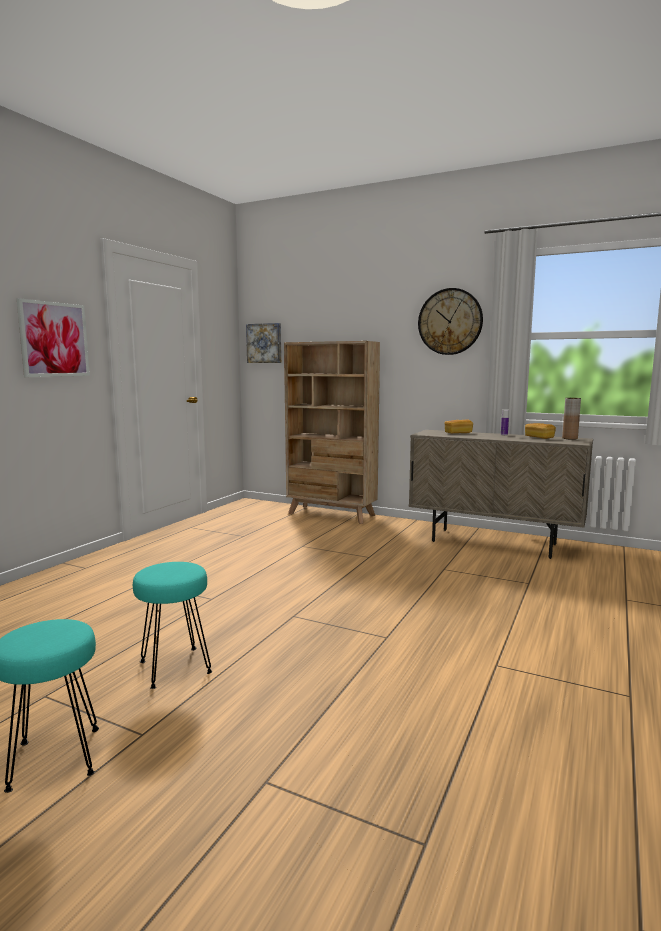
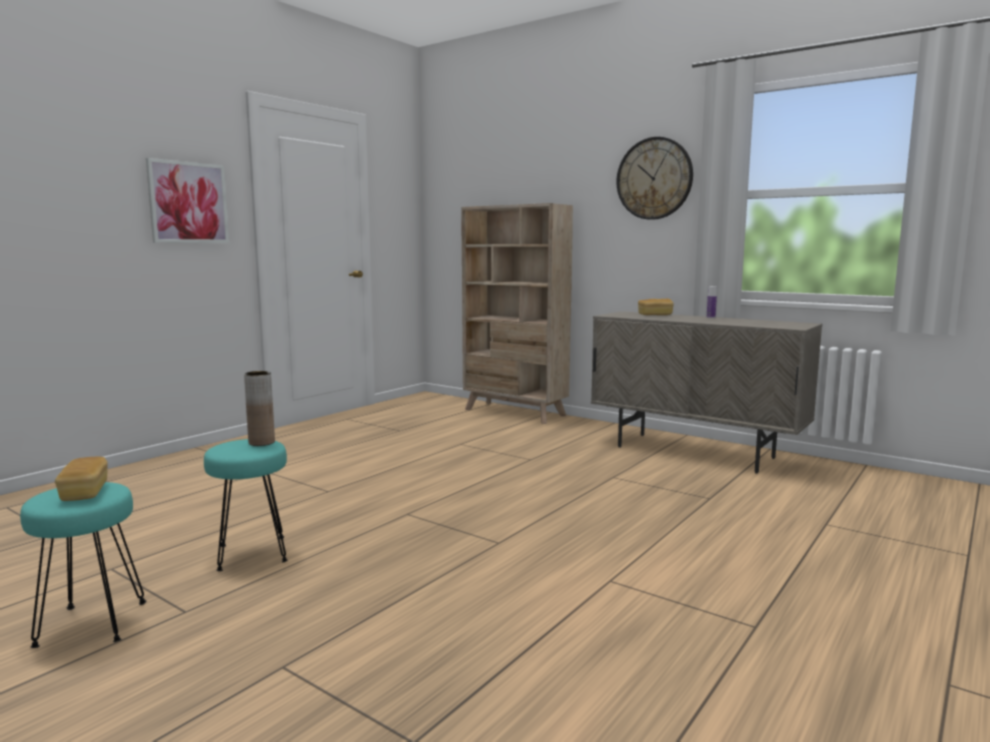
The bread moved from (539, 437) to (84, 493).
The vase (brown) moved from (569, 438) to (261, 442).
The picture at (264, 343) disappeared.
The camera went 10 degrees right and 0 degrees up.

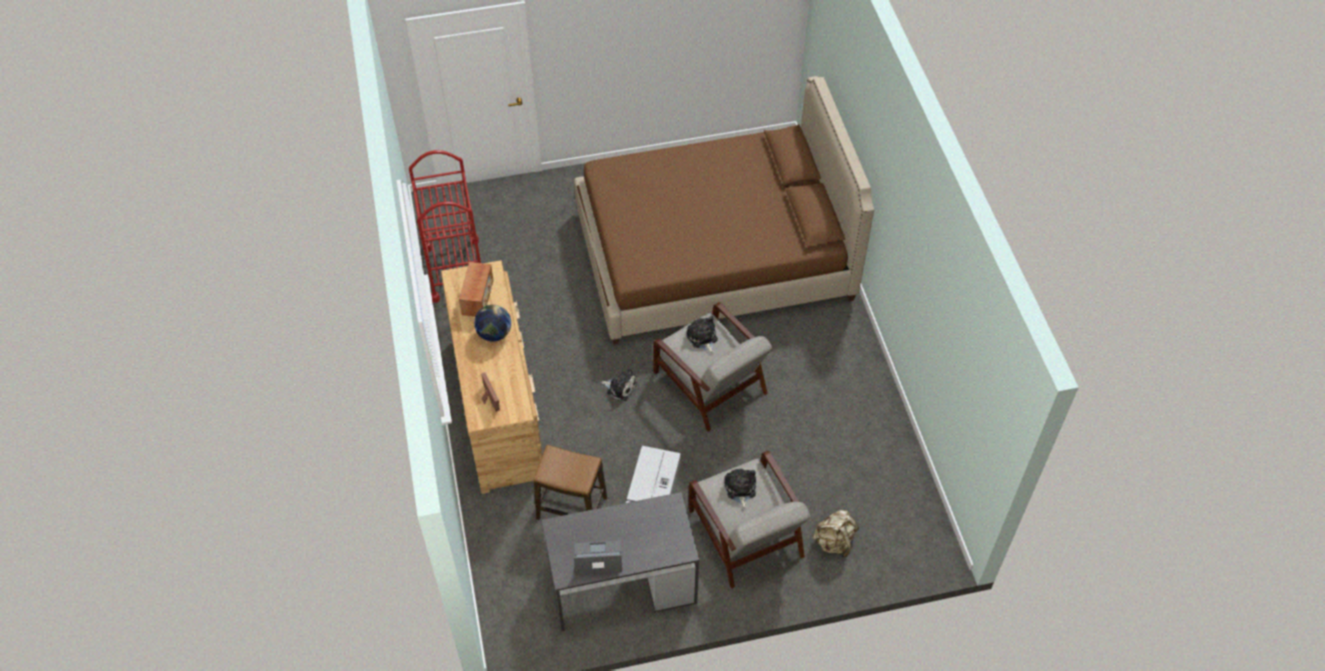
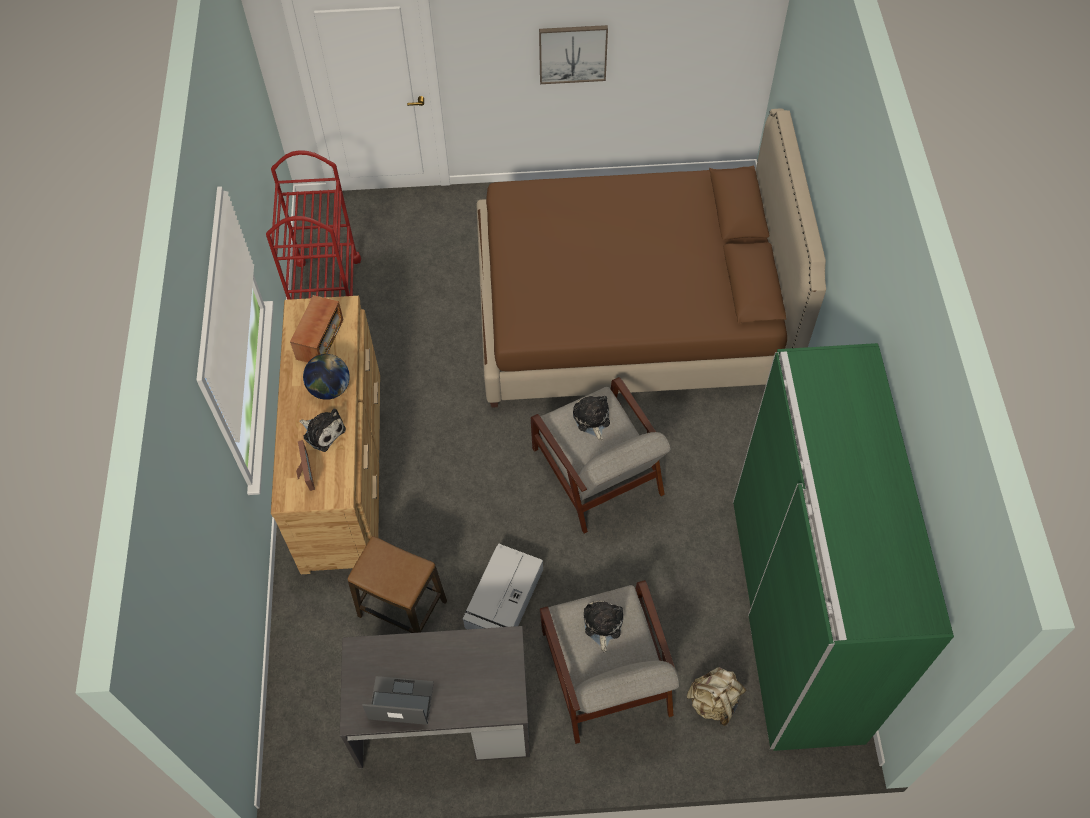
The plush toy moved from (620, 387) to (323, 432).
The picture at (572, 53) appeared.
The wardrobe (green) at (795, 617) appeared.
The camera went 10 degrees right and 5 degrees up.

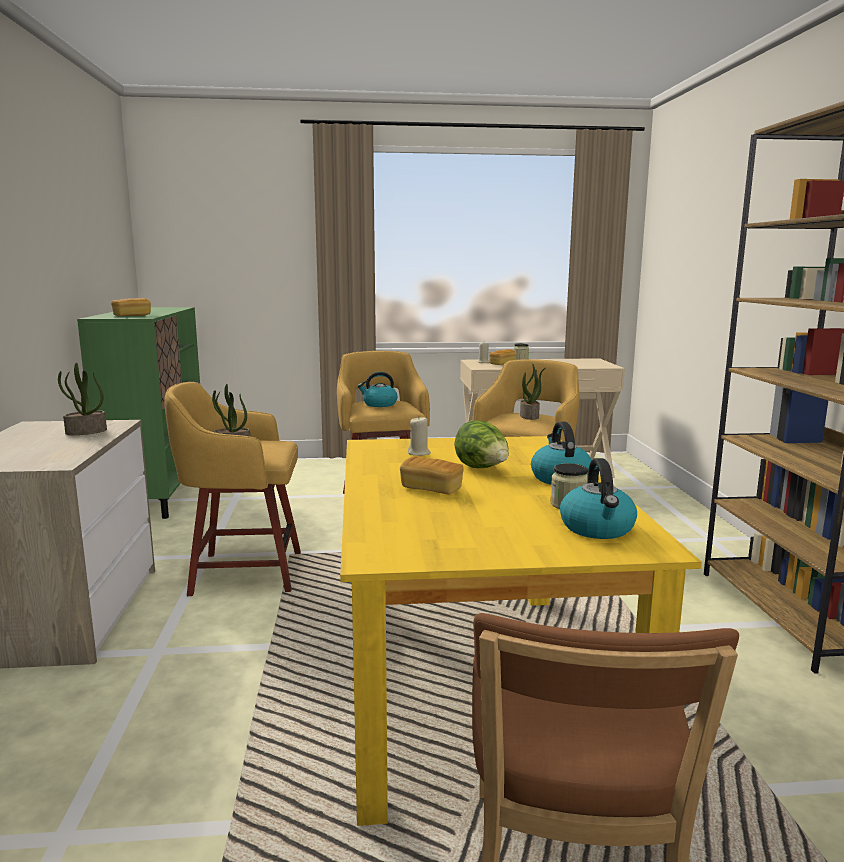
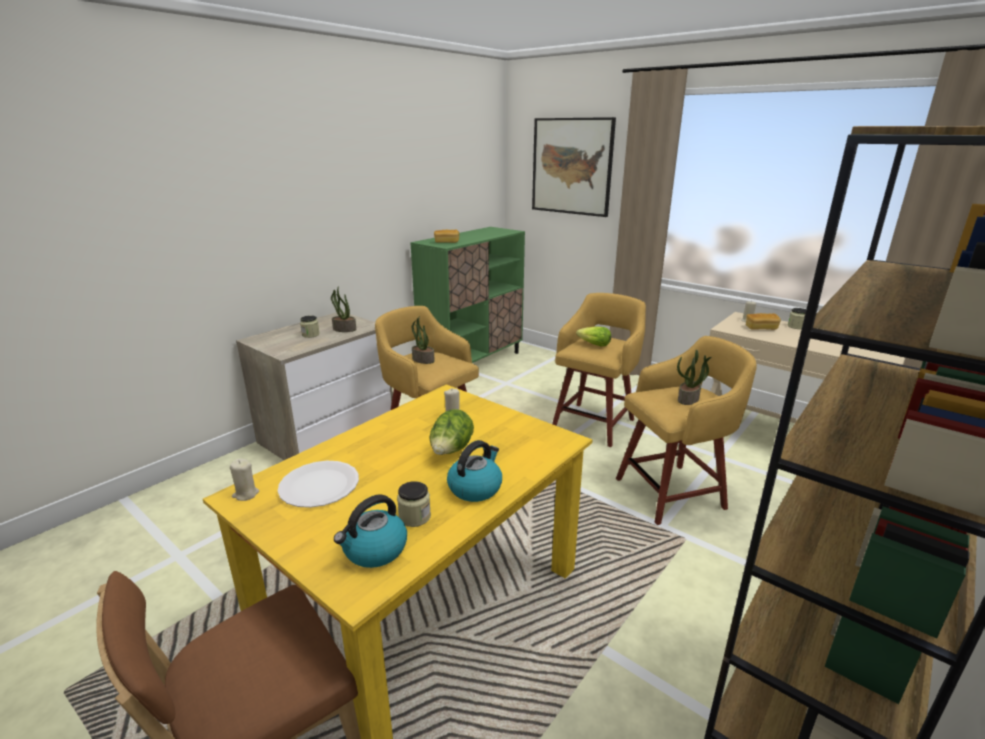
The candle (beige) at (245, 494) appeared.
The plate (white) at (319, 485) appeared.
The jar at (310, 334) appeared.
The picture at (571, 166) appeared.
The kettle at (379, 404) was replaced by the lettuce at (594, 345).
The bread at (431, 489) disappeared.
The camera went 45 degrees right and 10 degrees up.

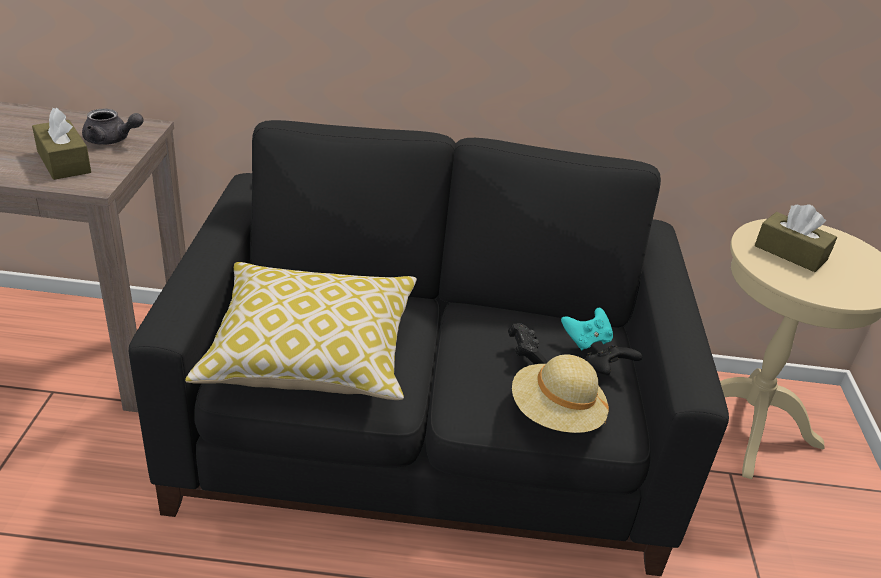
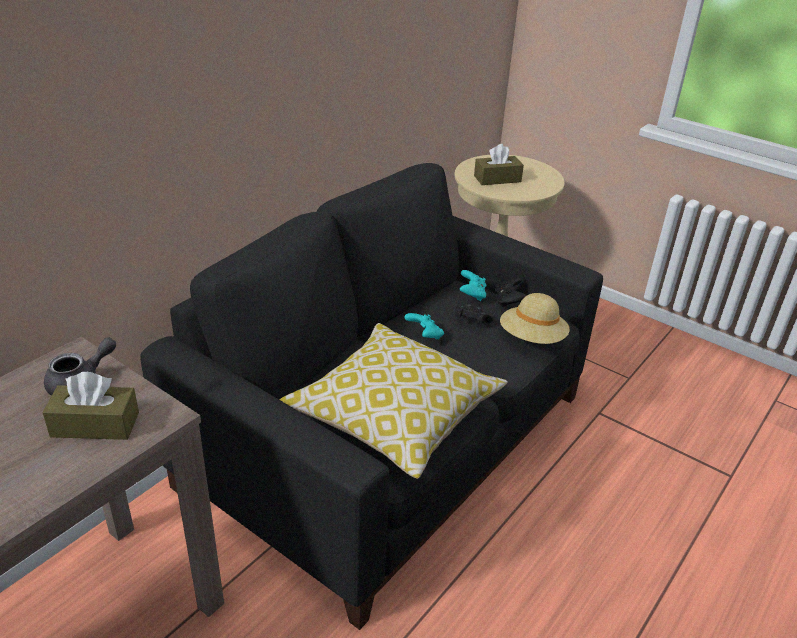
The game controller (turquoise) at (424, 335) appeared.
The camera went 55 degrees left and 0 degrees up.

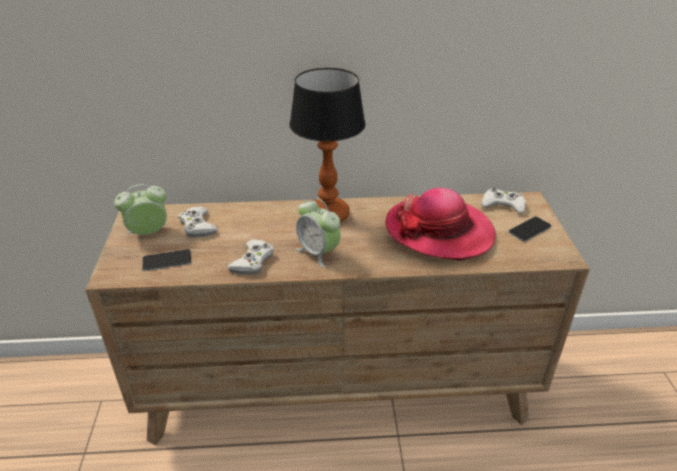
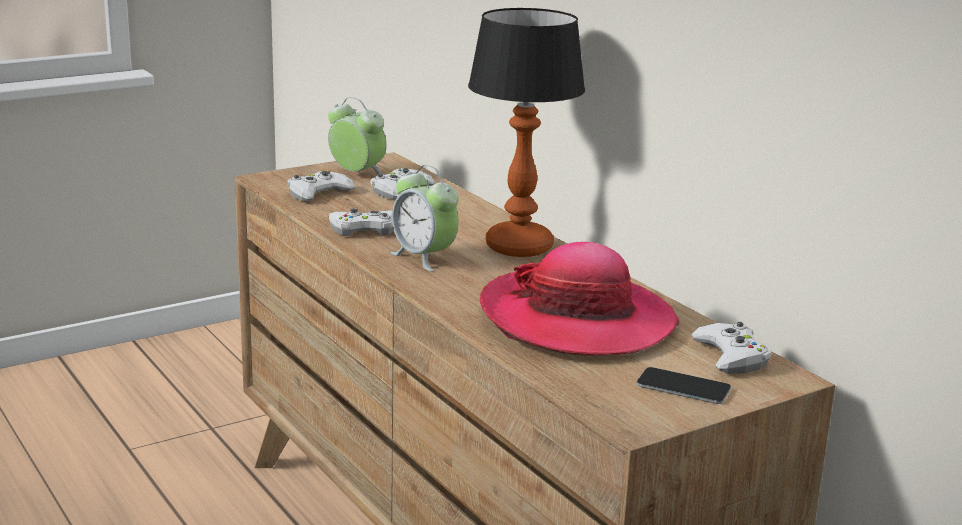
The phone at (167, 260) was replaced by the game controller (white) at (318, 193).
The alarm clock at (318, 253) turned 60 degrees counterclockwise.
The camera went 60 degrees right and 15 degrees down.

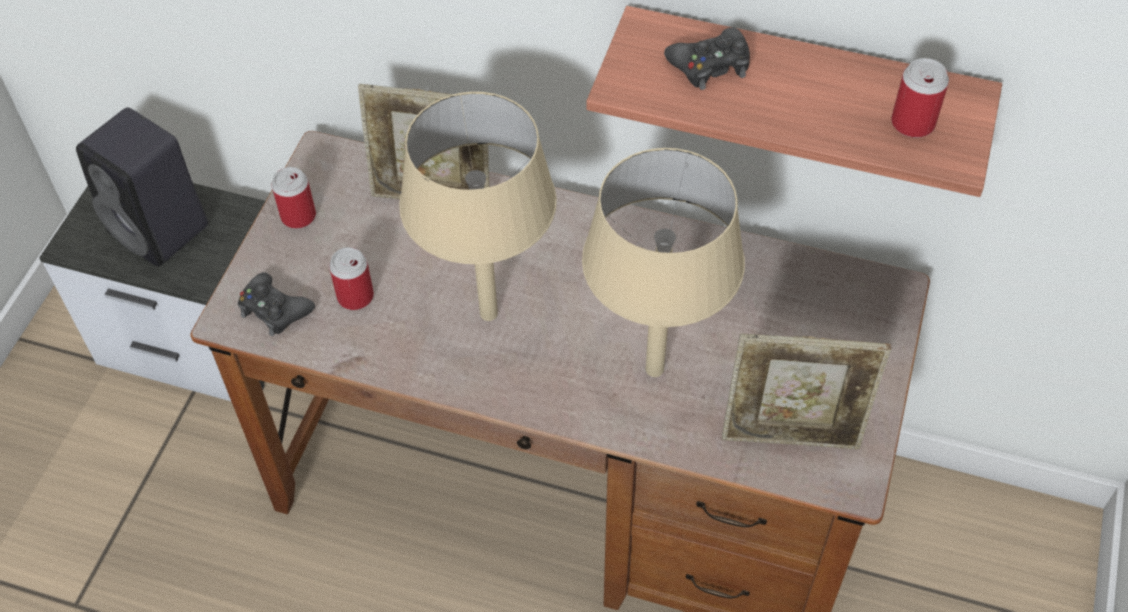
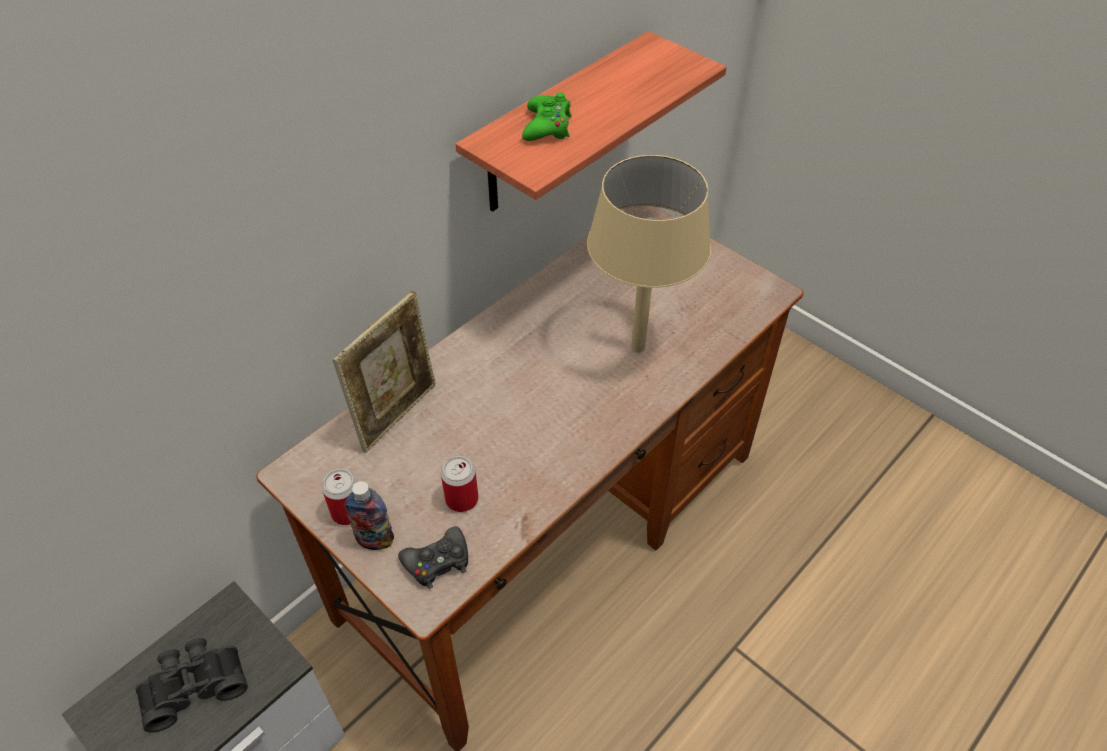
The speaker (black) at (161, 230) was replaced by the binoculars (black) at (194, 684).
The bottle at (375, 540) appeared.
The game controller (black) at (710, 66) became the game controller (green) at (547, 127).
The table lamp (beige) at (488, 314) disappeared.
The picture frame at (791, 437) disappeared.
The can at (912, 123) disappeared.
The camera went 65 degrees left and 5 degrees down.

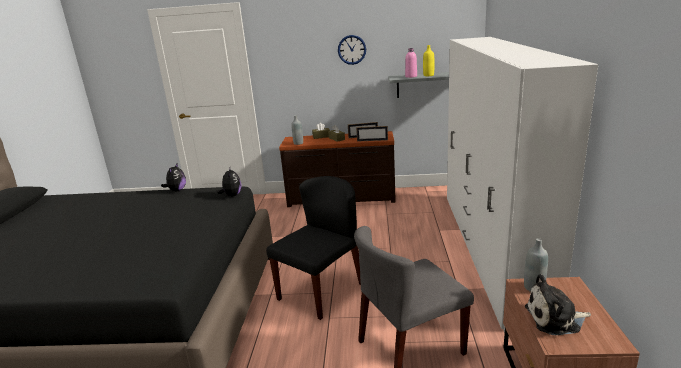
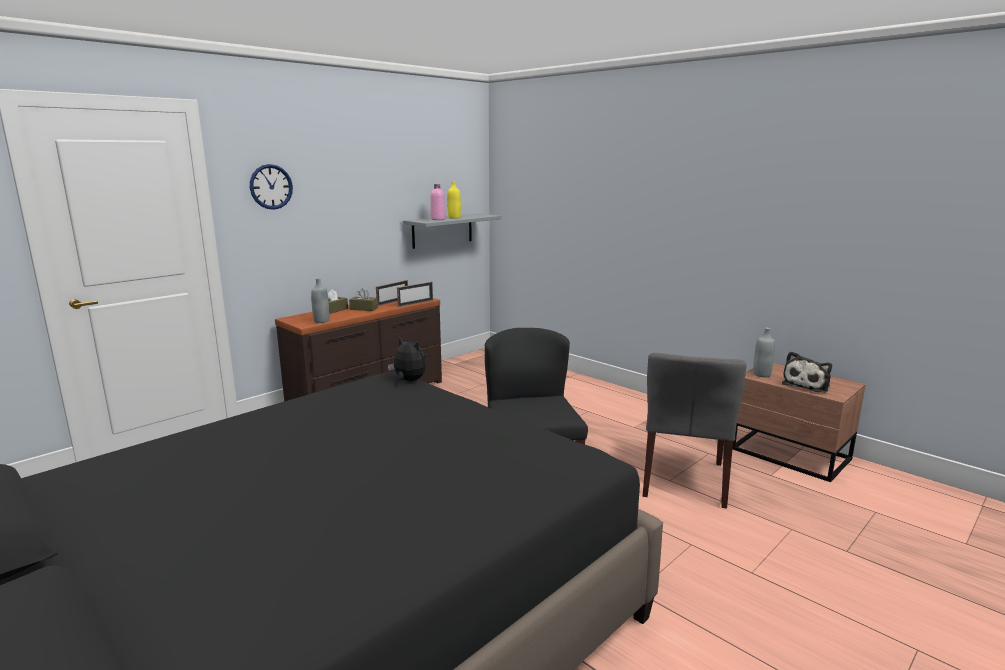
The wall clock moved from (352, 49) to (271, 187).
The plush toy at (177, 190) disappeared.
The wardrobe (white) at (489, 248) disappeared.
The camera went 50 degrees left and 5 degrees down.

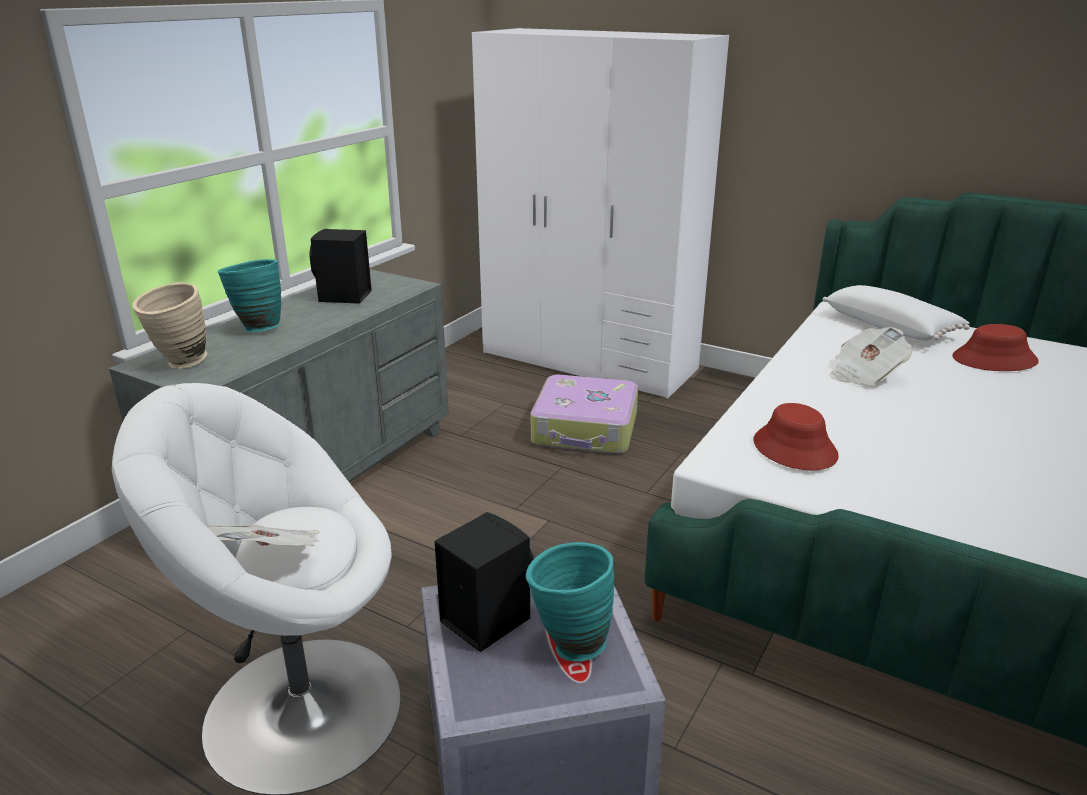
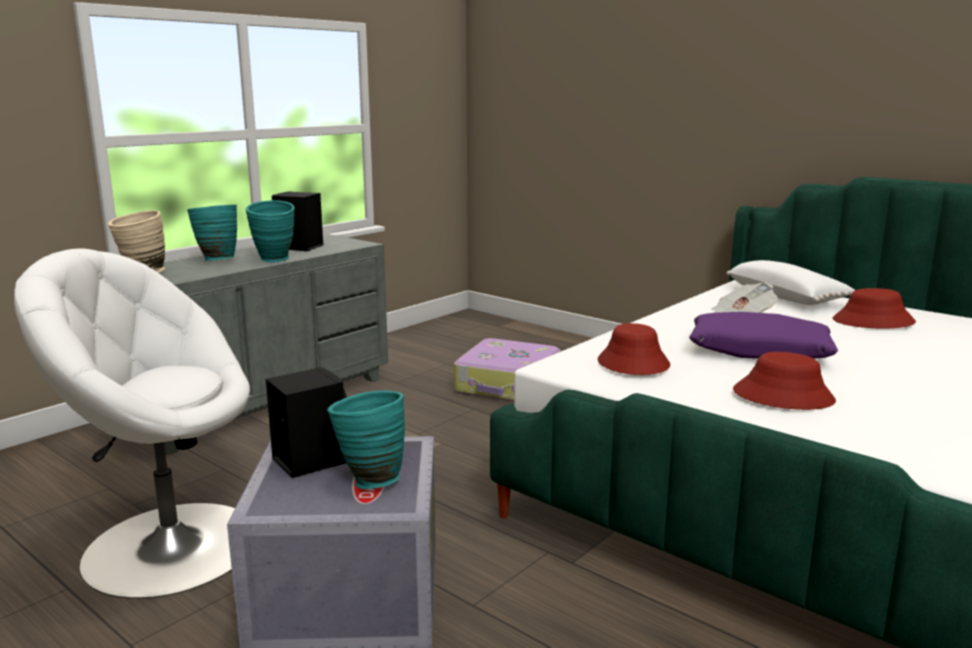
The vase (turquoise) at (275, 261) appeared.
The pillow (purple) at (759, 351) appeared.
The hat (red) at (783, 396) appeared.
The newspaper at (272, 558) disappeared.
The wardrobe (white) at (589, 361) disappeared.
The camera went 10 degrees right and 10 degrees down.

